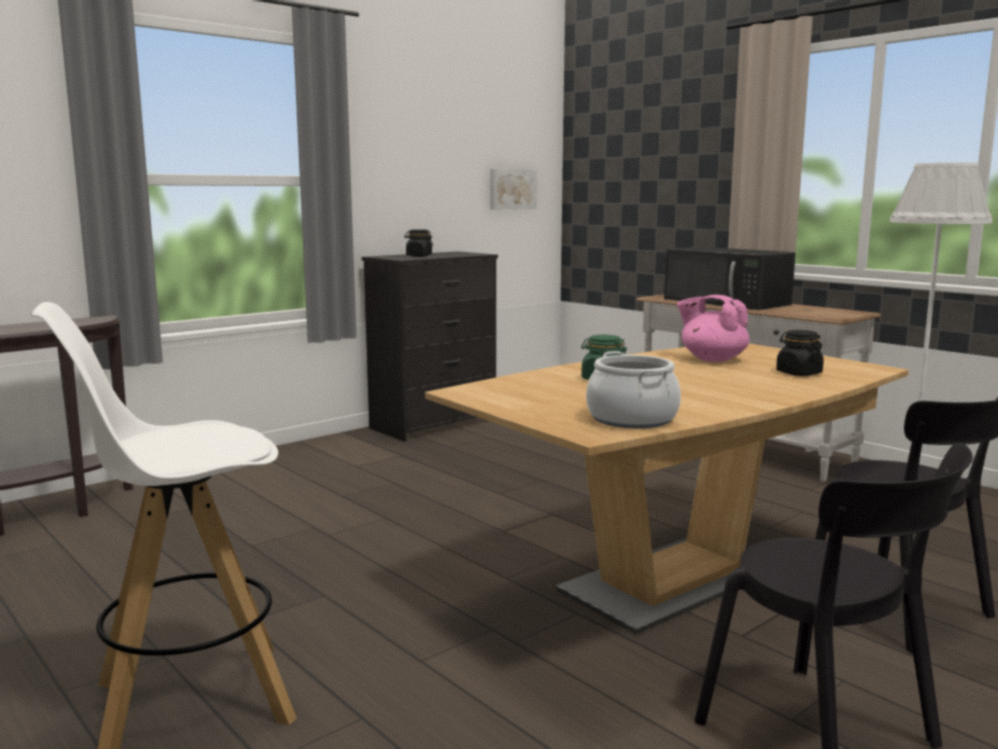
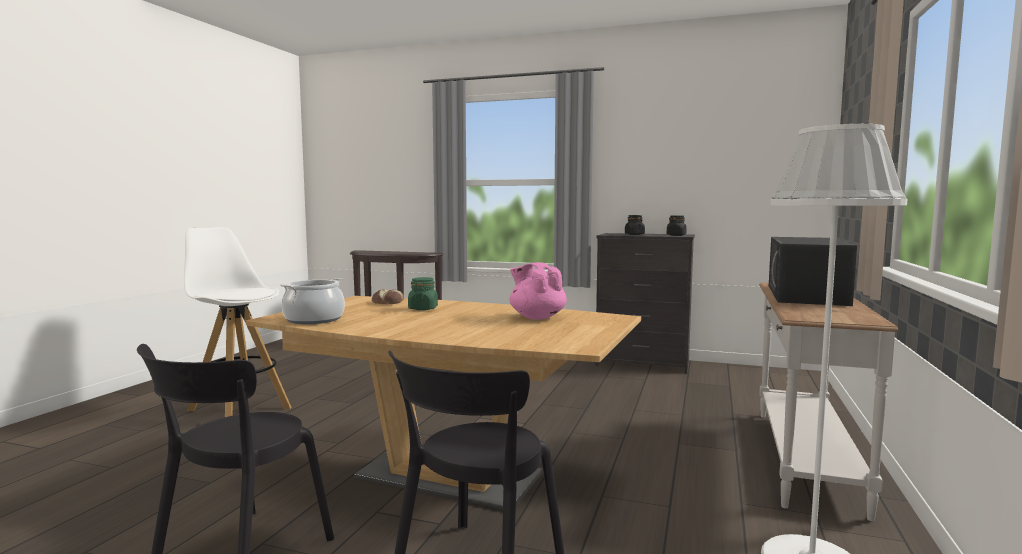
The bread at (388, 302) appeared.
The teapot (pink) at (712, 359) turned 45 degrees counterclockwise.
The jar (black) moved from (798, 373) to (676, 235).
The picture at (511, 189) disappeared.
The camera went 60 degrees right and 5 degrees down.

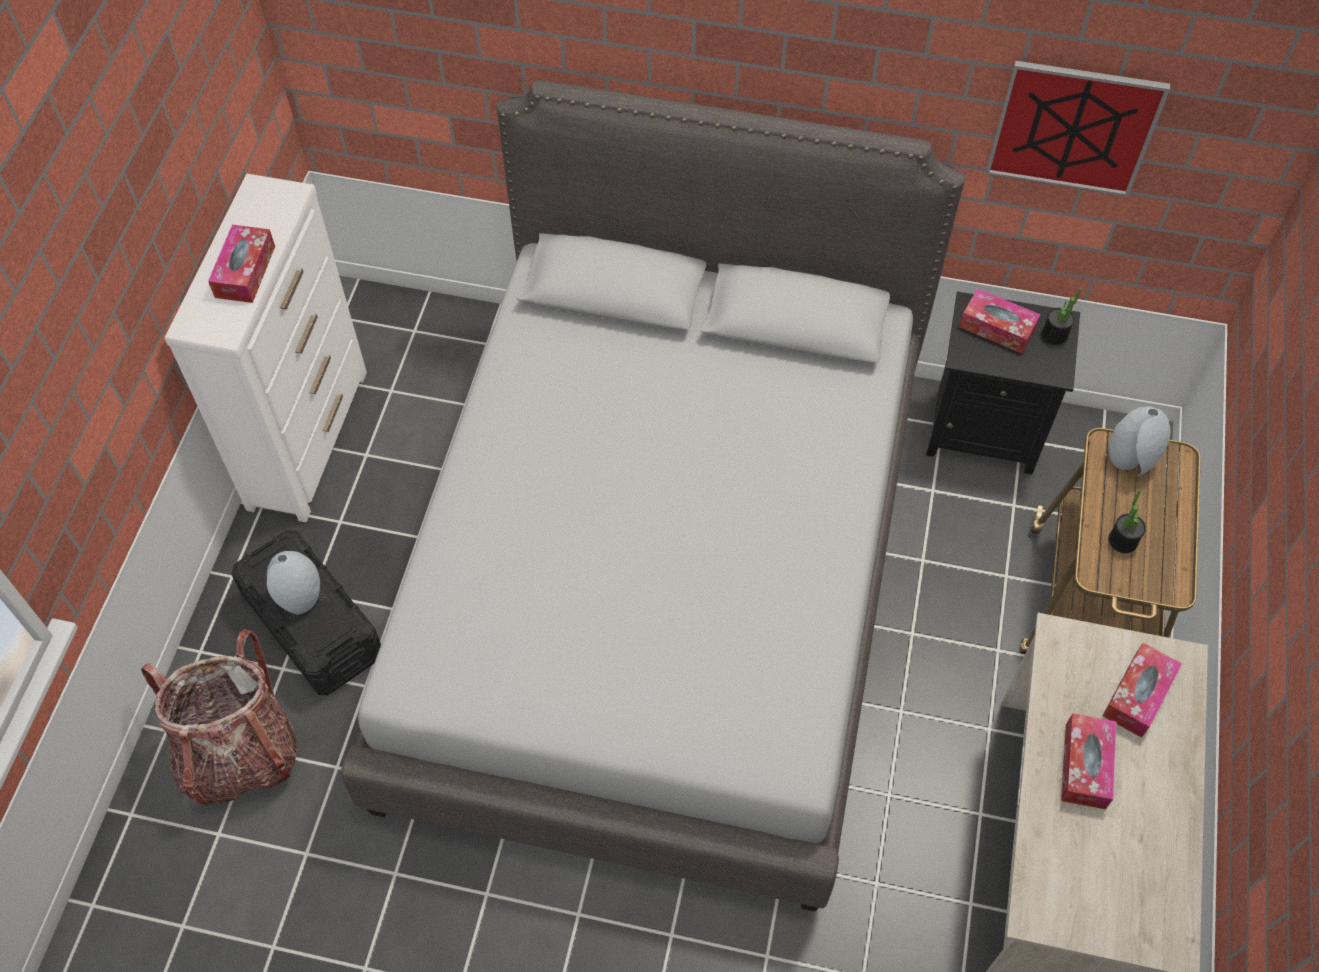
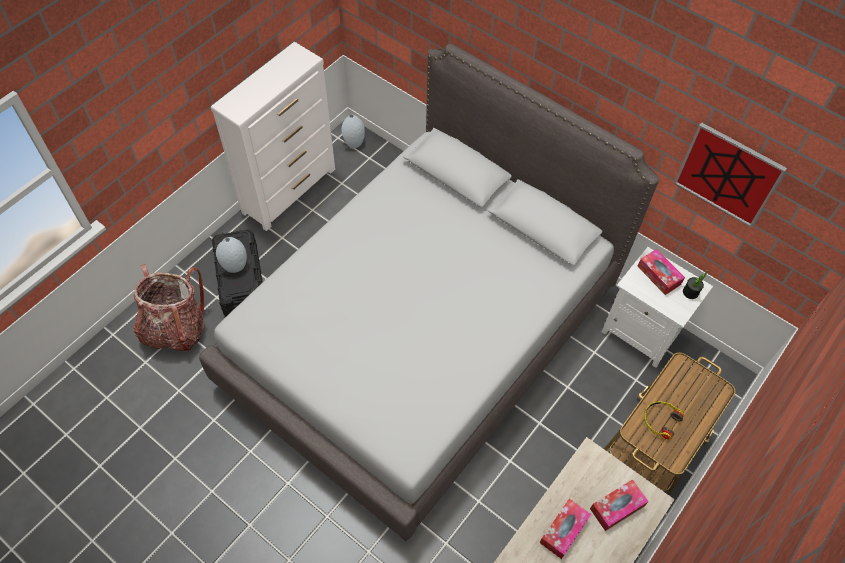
The vase (grey) moved from (1130, 460) to (353, 142).
The nightstand (black) at (983, 430) became the nightstand (white) at (641, 332).
The potted plant at (1122, 540) was replaced by the headphones at (660, 420).
The tissue box at (245, 271) disappeared.
The camera went 25 degrees right and 0 degrees up.

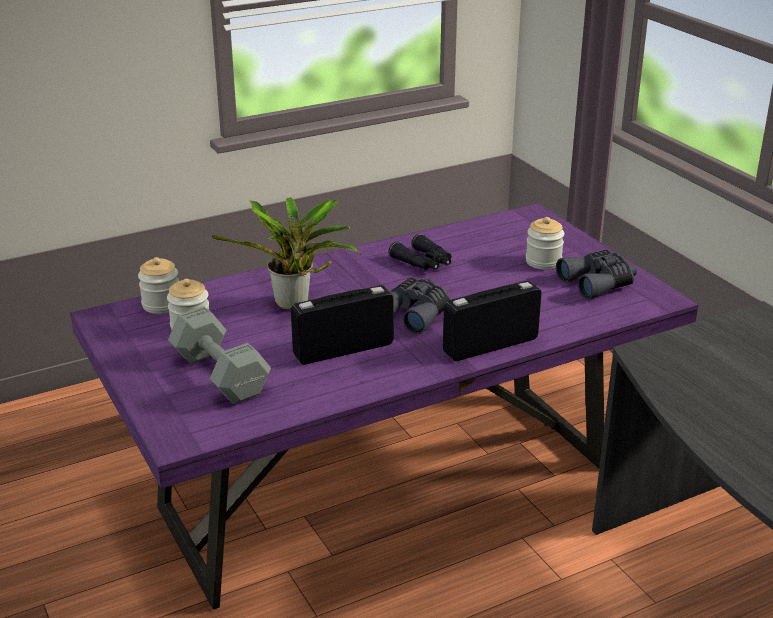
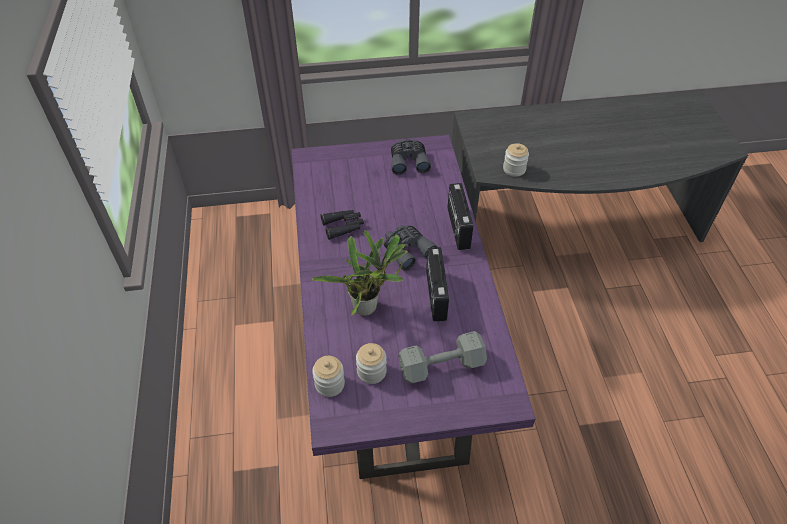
The jar moved from (543, 262) to (514, 169).
The camera went 70 degrees left and 20 degrees up.

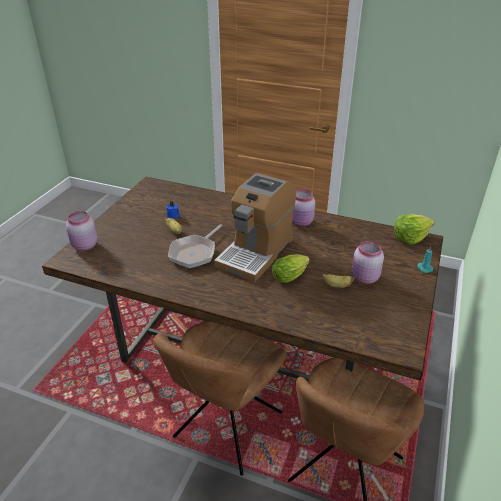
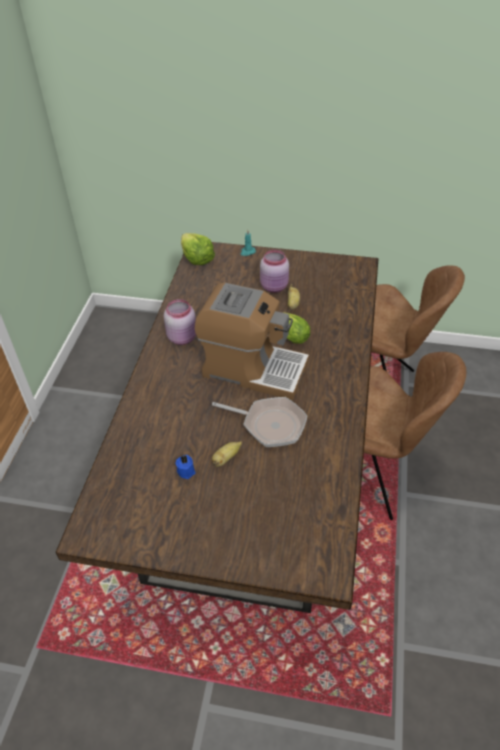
The jar (pink) at (84, 246) disappeared.
The camera went 100 degrees left and 10 degrees up.

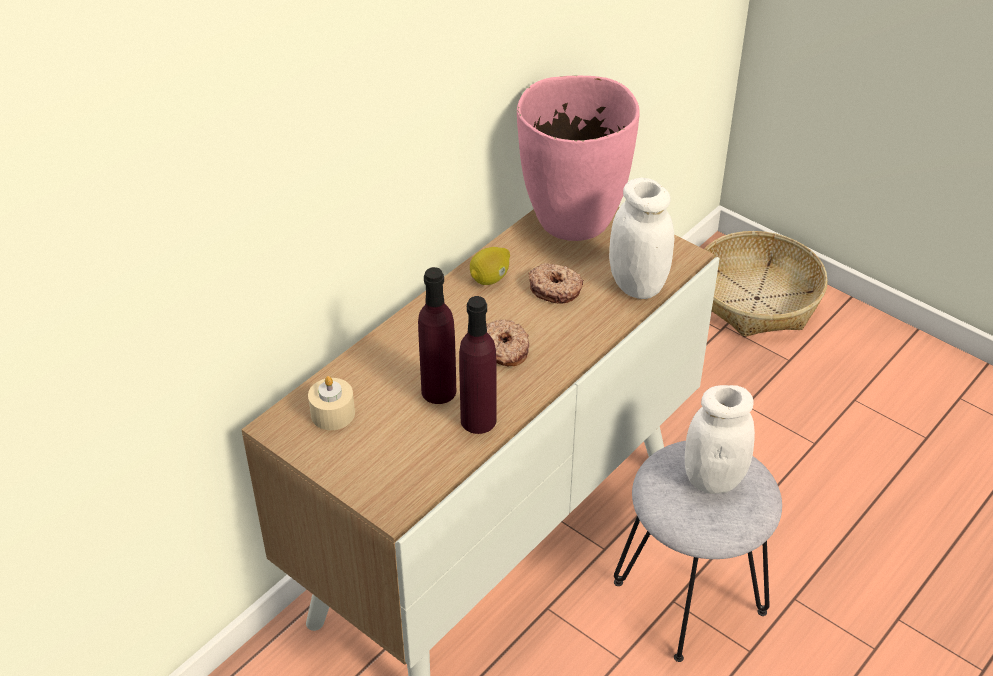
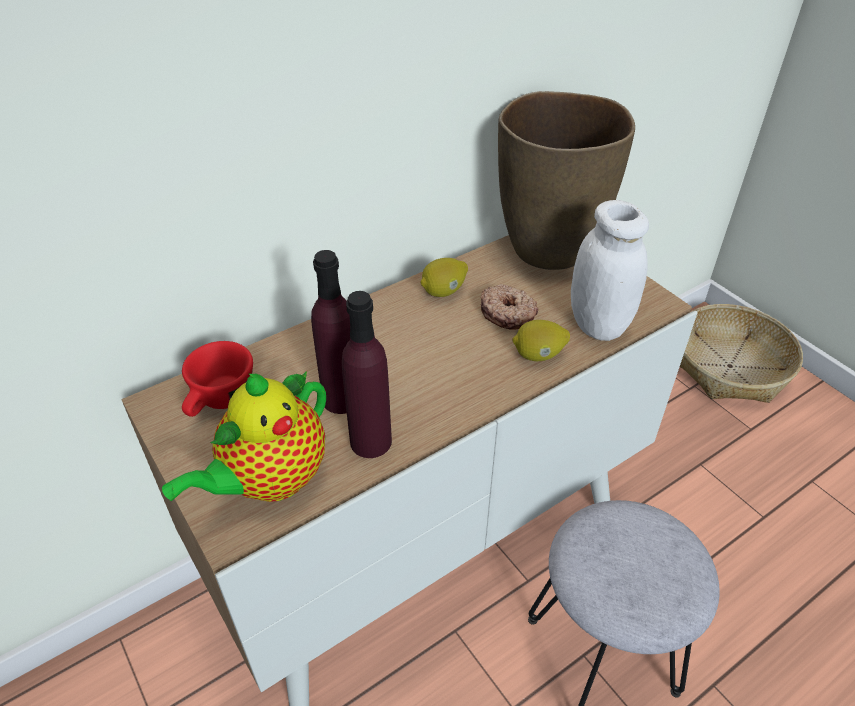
The teapot at (270, 481) appeared.
The candle (beige) at (332, 413) was replaced by the cup (red) at (220, 401).
The vase (pink) at (572, 219) became the vase (brown) at (548, 248).
The lemon at (538, 355) appeared.
The donut at (504, 350) disappeared.
The jar (white) at (713, 479) disappeared.
The camera went 15 degrees right and 0 degrees up.

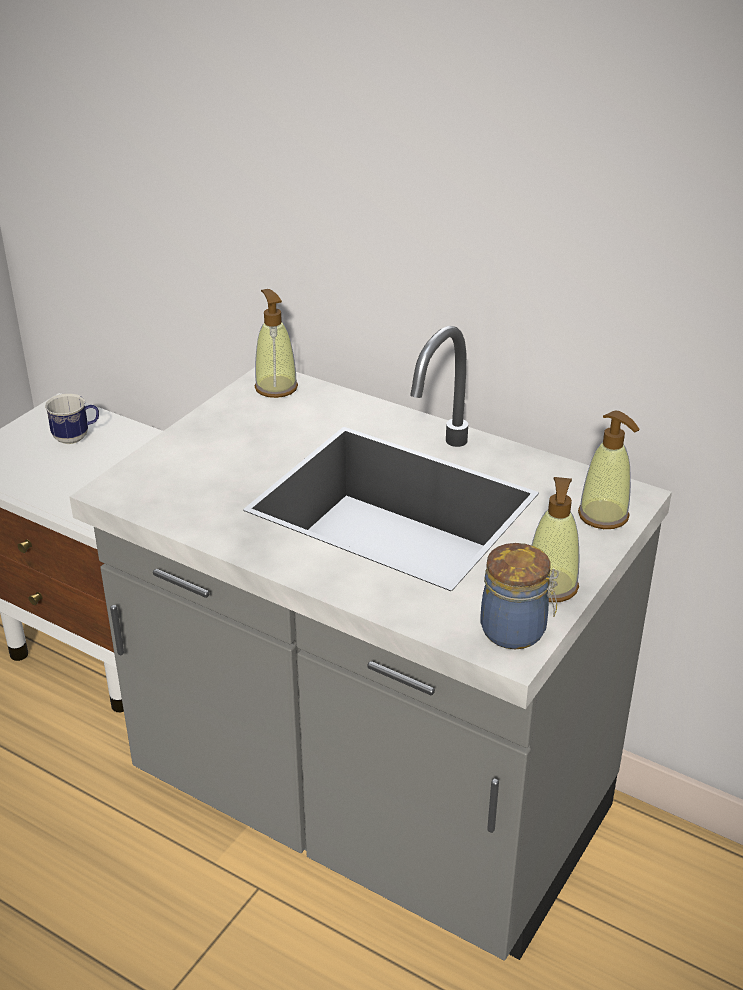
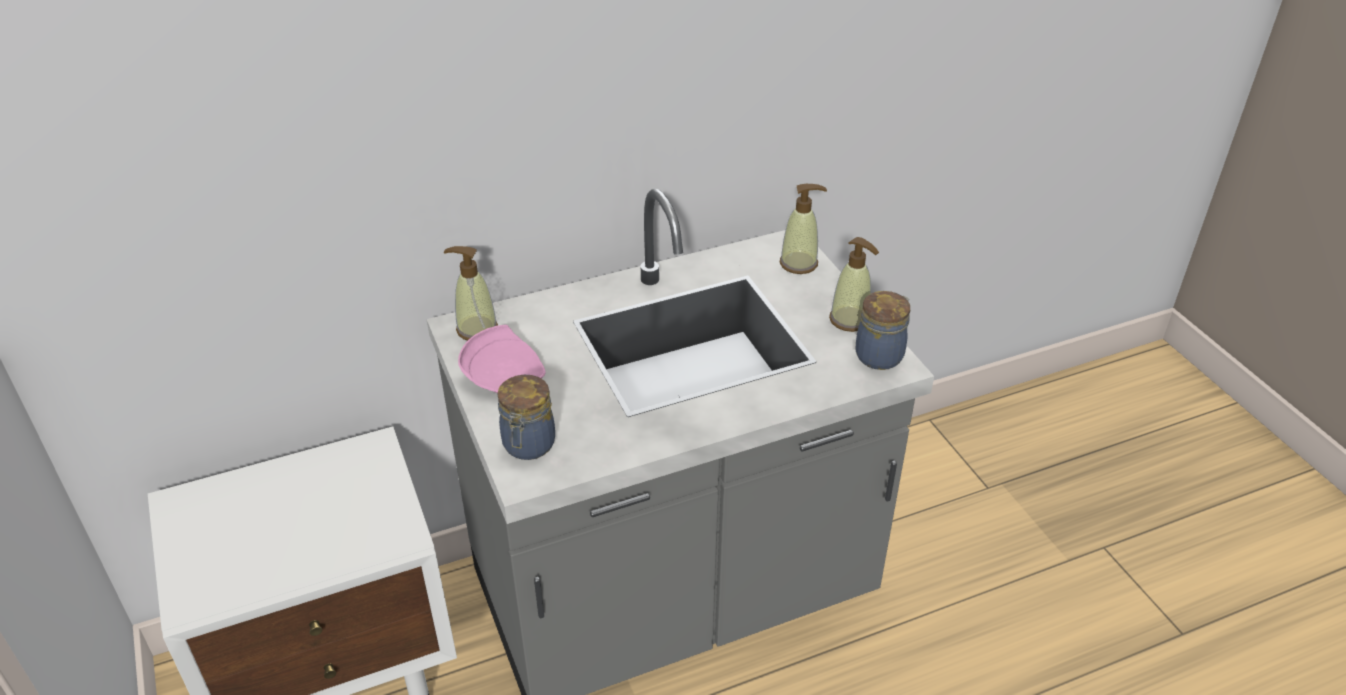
The plate (pink) at (505, 376) appeared.
The jar at (528, 445) appeared.
The mug at (77, 437) disappeared.
The camera went 55 degrees left and 5 degrees up.

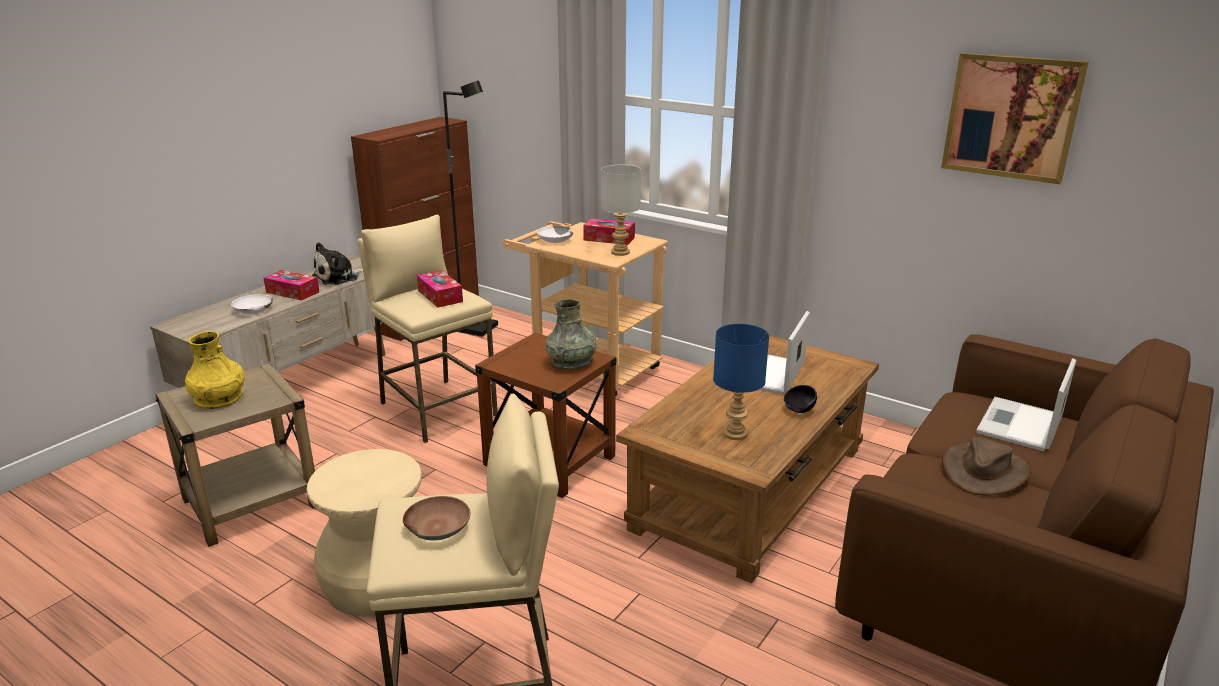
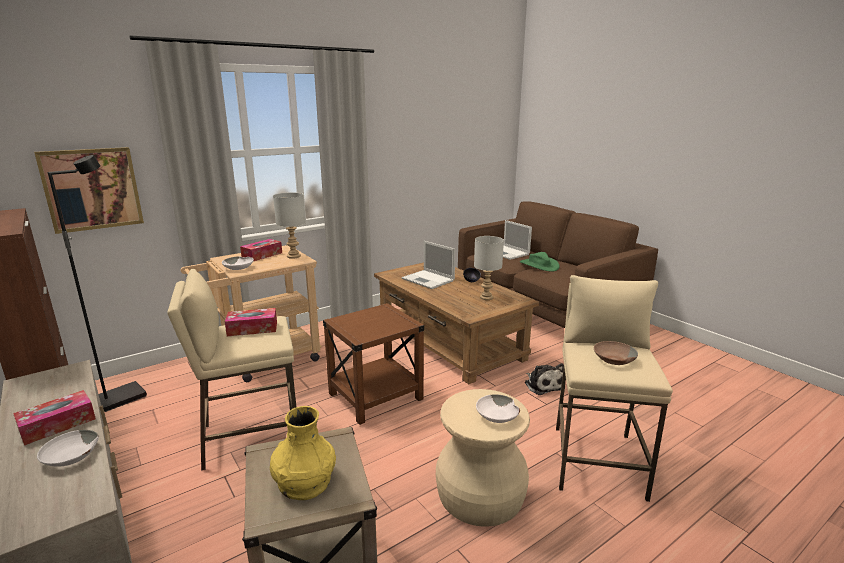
The picture moved from (1011, 117) to (92, 189).
The table lamp (blue) at (736, 434) became the table lamp (grey) at (486, 297).
The bowl (white) at (497, 415) appeared.
The hat (brown) at (984, 470) became the hat (green) at (539, 265).
The plush toy moved from (338, 277) to (543, 385).
The vase (grey) at (572, 362) disappeared.
The camera went 70 degrees left and 5 degrees down.

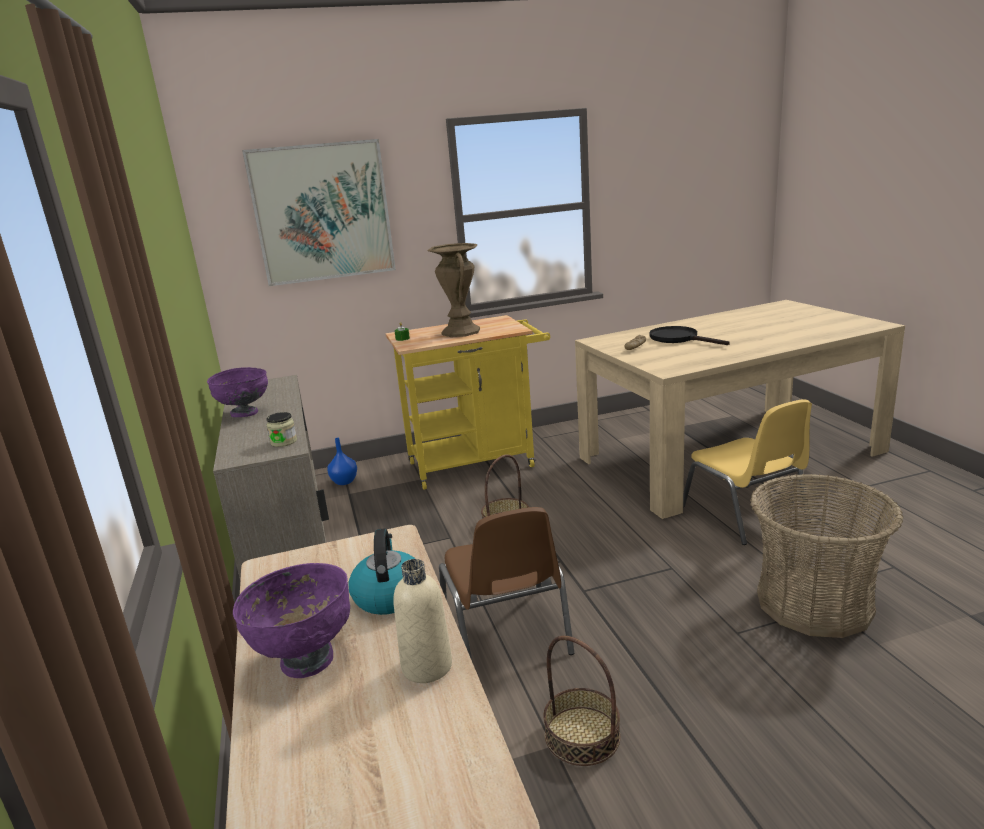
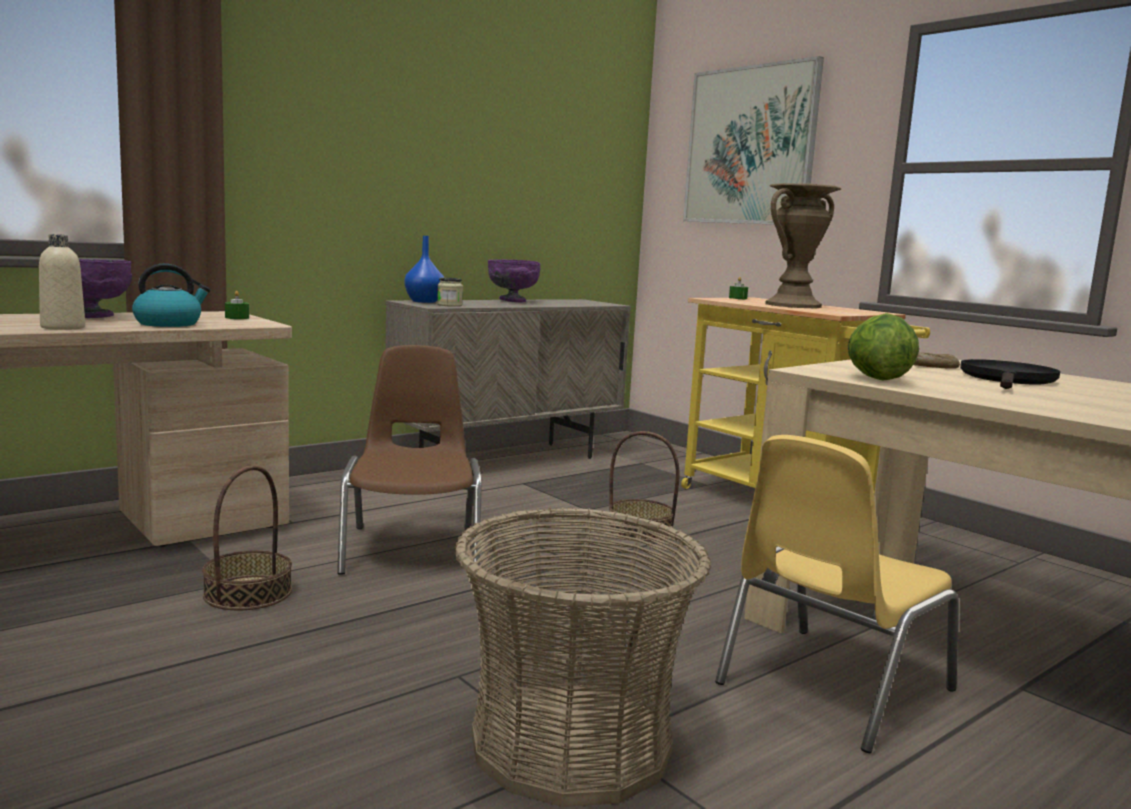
The candle (green) at (237, 318) appeared.
The chair (brown) at (506, 633) turned 120 degrees clockwise.
The vase (blue) moved from (343, 482) to (423, 301).
The lettuce at (876, 379) appeared.
The camera went 65 degrees right and 10 degrees down.

